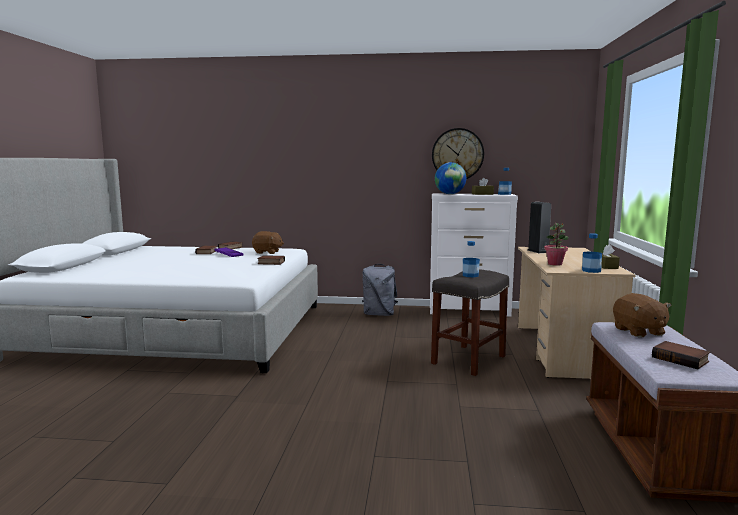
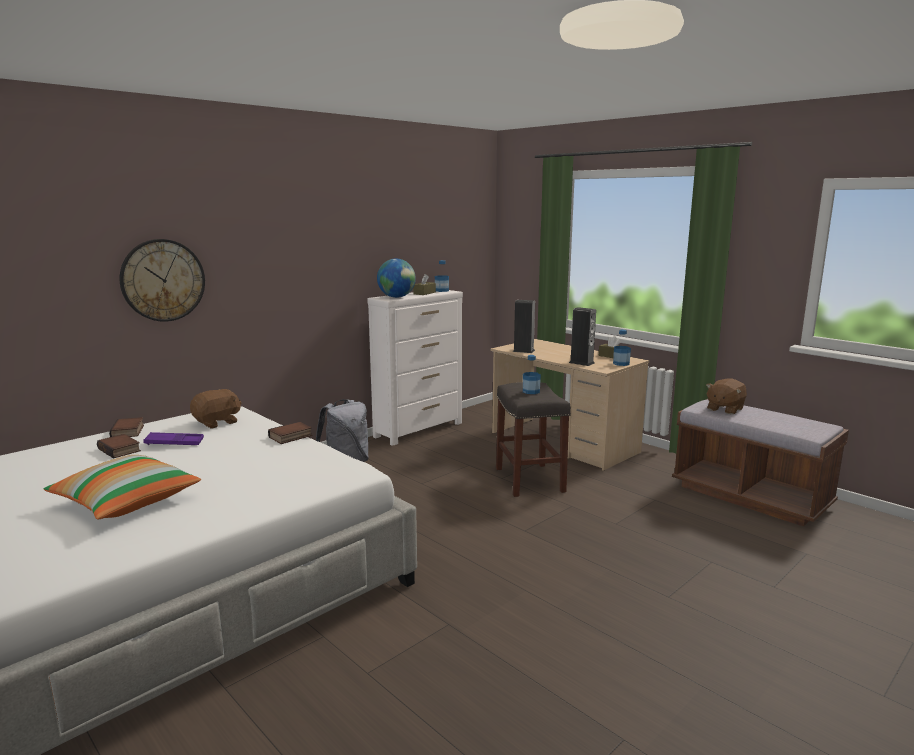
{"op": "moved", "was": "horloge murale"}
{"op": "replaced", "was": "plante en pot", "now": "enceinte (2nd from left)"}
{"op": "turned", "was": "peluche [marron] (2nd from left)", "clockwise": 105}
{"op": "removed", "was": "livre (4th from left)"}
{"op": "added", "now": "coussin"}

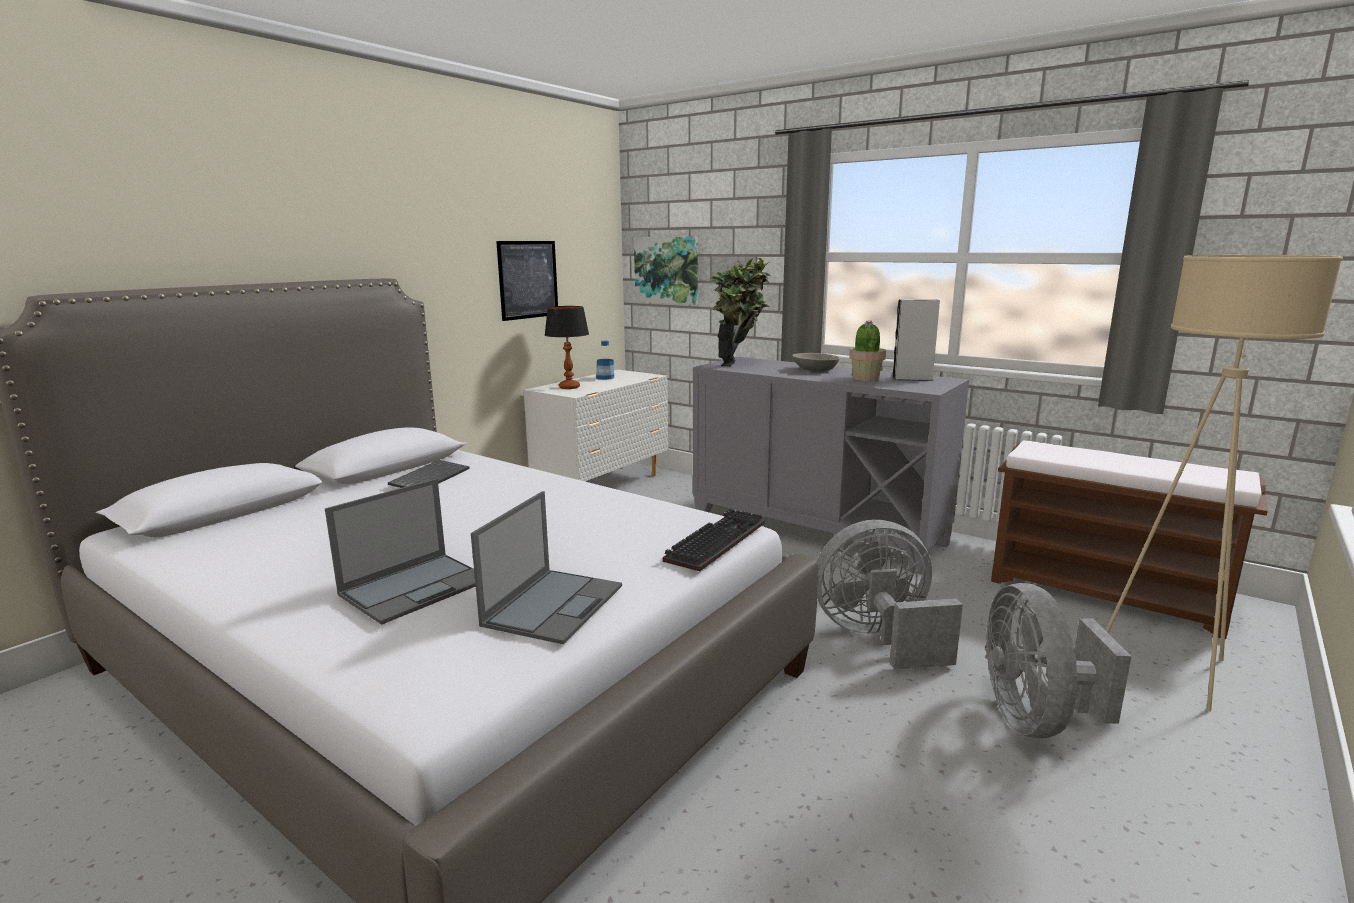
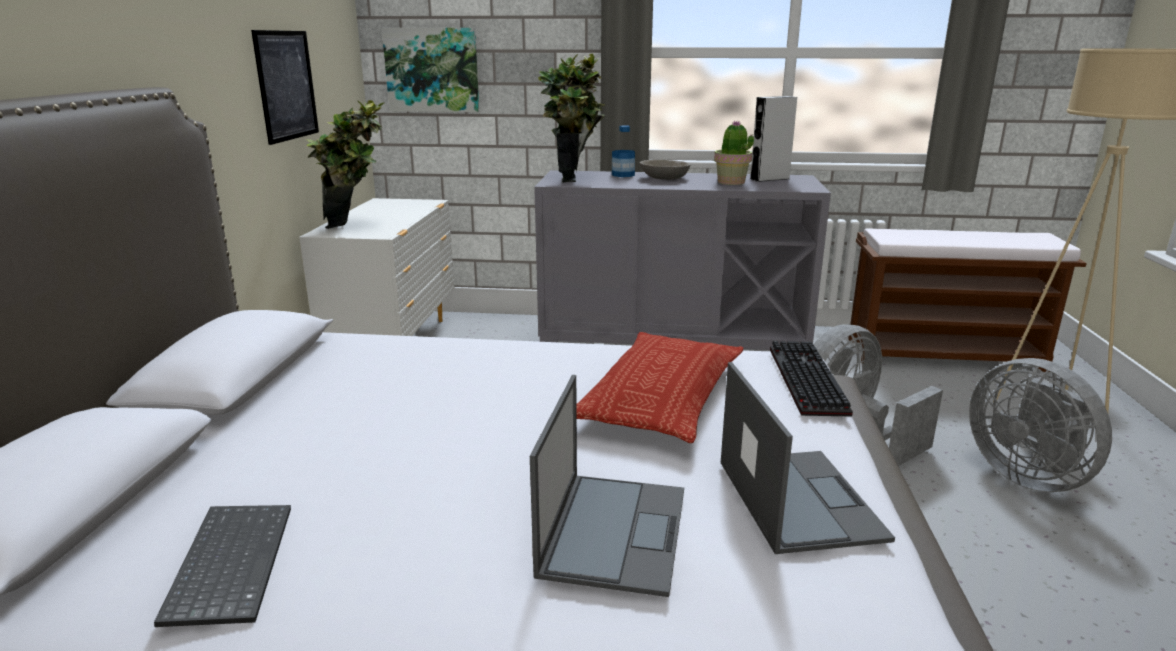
{"op": "moved", "was": "clavier (1st from left)"}
{"op": "replaced", "was": "lampe de table", "now": "plante en pot (1st from left)"}
{"op": "moved", "was": "bouteille"}
{"op": "added", "now": "coussin"}

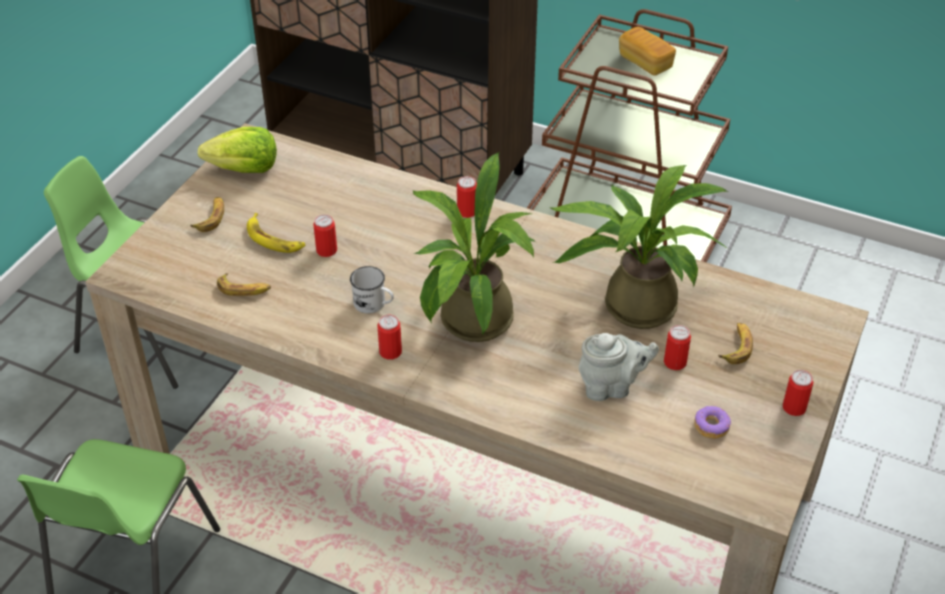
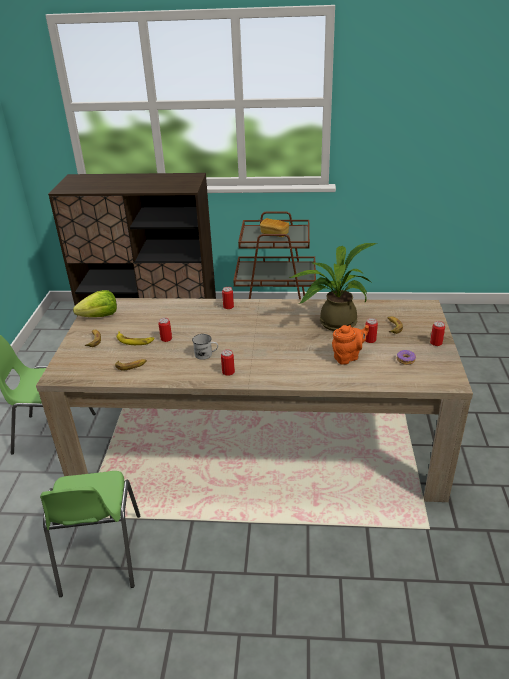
{"op": "removed", "was": "plante en pot (1st from left)"}
{"op": "recoloured", "was": "théière [gris]", "now": "théière [orange]"}

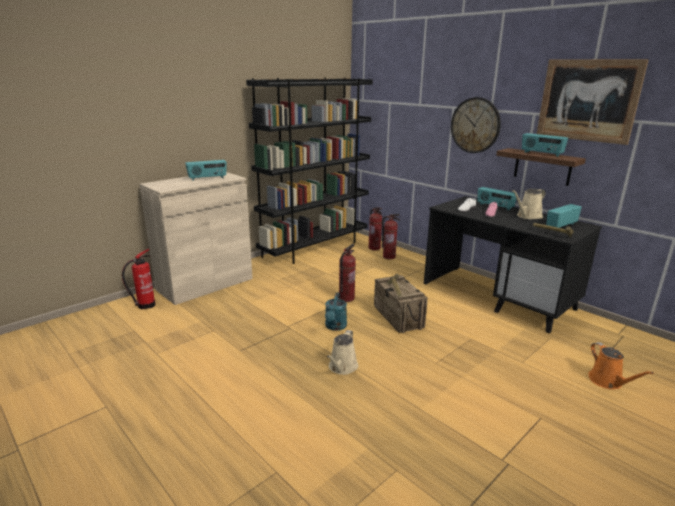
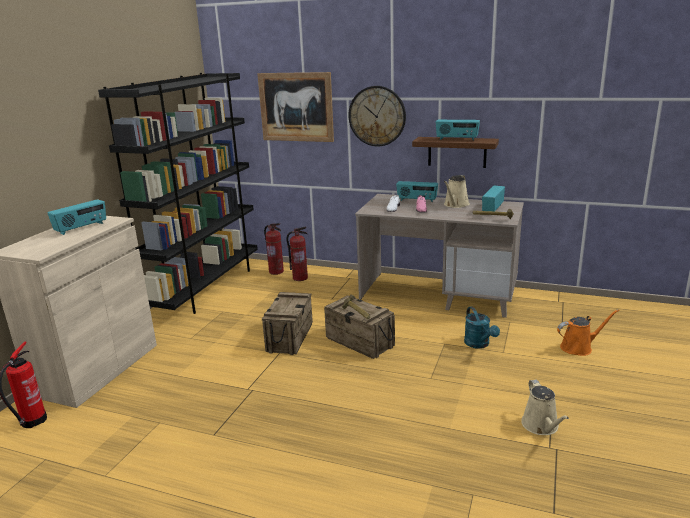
{"op": "moved", "was": "arrosoir [turquoise]"}
{"op": "moved", "was": "arrosoir [beige] (1st from left in the first image)", "now": "arrosoir [beige] (2nd from left)"}
{"op": "replaced", "was": "extincteur (2nd from left)", "now": "caisse (1st from left)"}
{"op": "recoloured", "was": "bureau [noir]", "now": "bureau [beige]"}
{"op": "moved", "was": "tableau"}
{"op": "turned", "was": "arrosoir [orange]", "clockwise": -60}

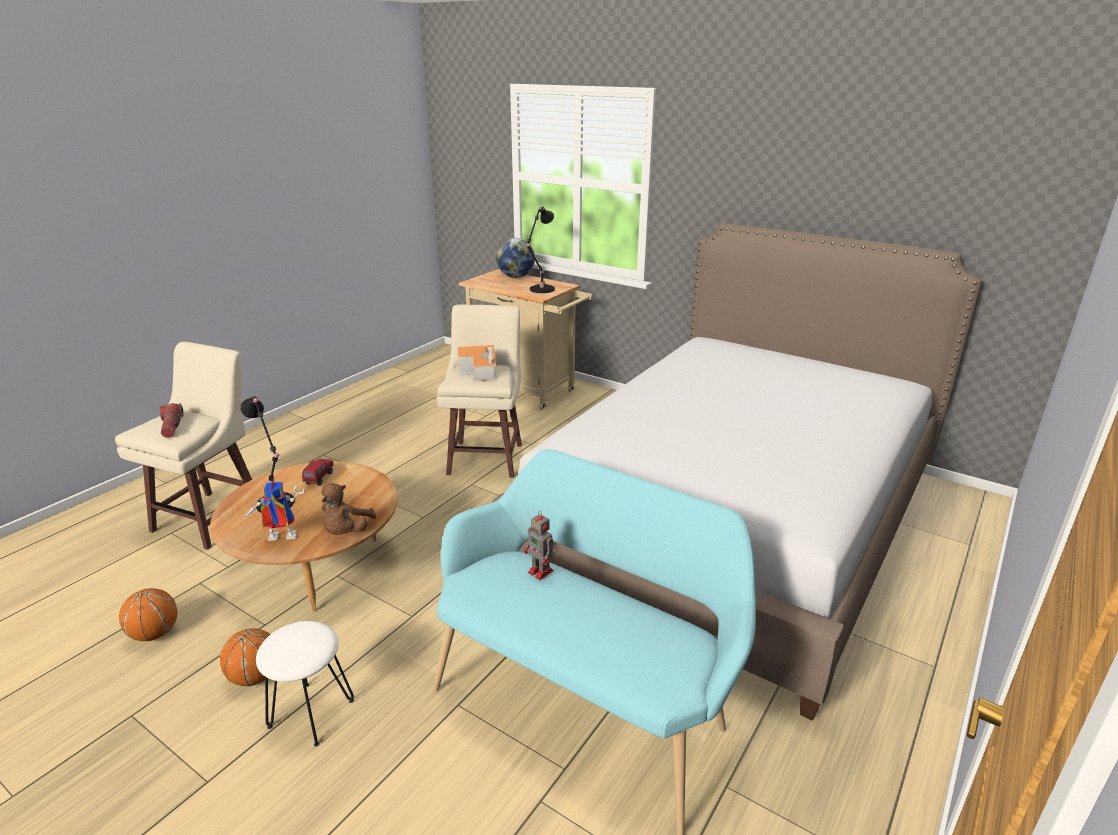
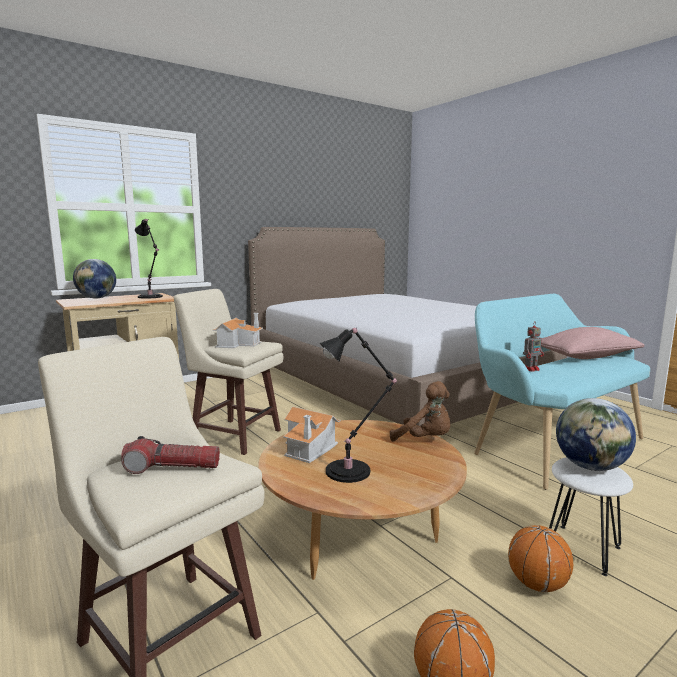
{"op": "removed", "was": "robot jouet (1st from left)"}
{"op": "replaced", "was": "camion jouet", "now": "maison miniature (2nd from left)"}
{"op": "added", "now": "coussin [rose]"}
{"op": "added", "now": "globe (2nd from left)"}

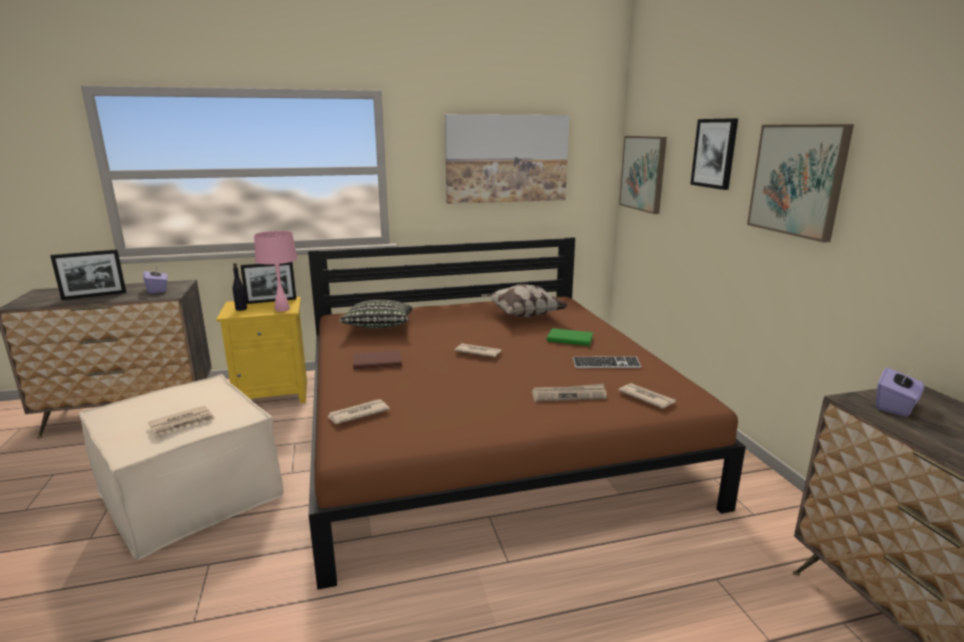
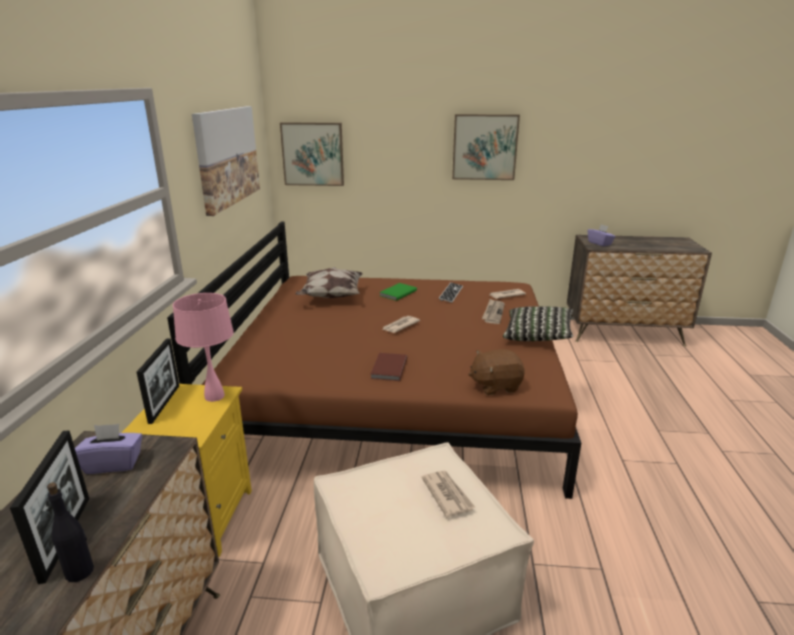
{"op": "moved", "was": "bouteille [noir]"}
{"op": "replaced", "was": "journal (2nd from left)", "now": "peluche [marron]"}
{"op": "moved", "was": "coussin (1st from left in the first image)", "now": "coussin (2nd from left)"}
{"op": "removed", "was": "tableau (3rd from left)"}

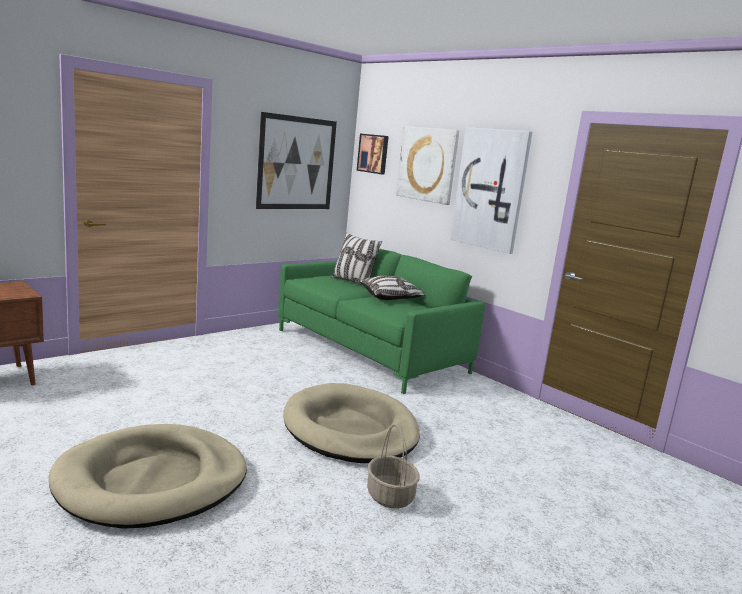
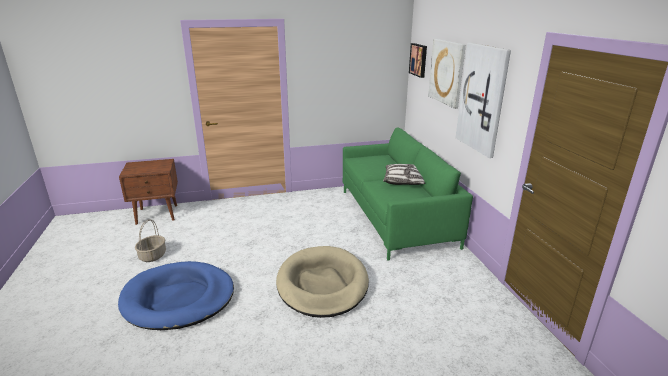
{"op": "recoloured", "was": "panier pour chien [beige] (1st from left)", "now": "panier pour chien [bleu]"}
{"op": "removed", "was": "tableau (1st from left)"}
{"op": "removed", "was": "coussin (1st from left)"}
{"op": "moved", "was": "panier"}

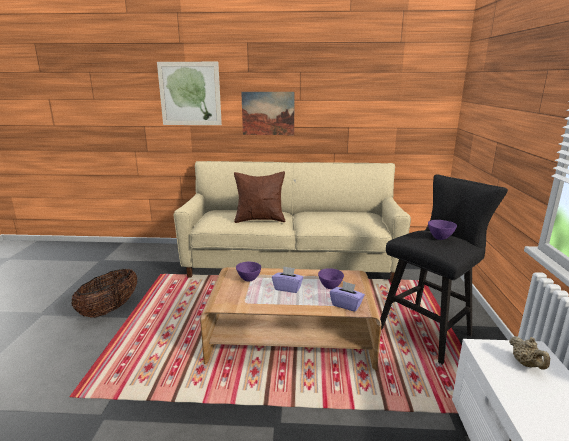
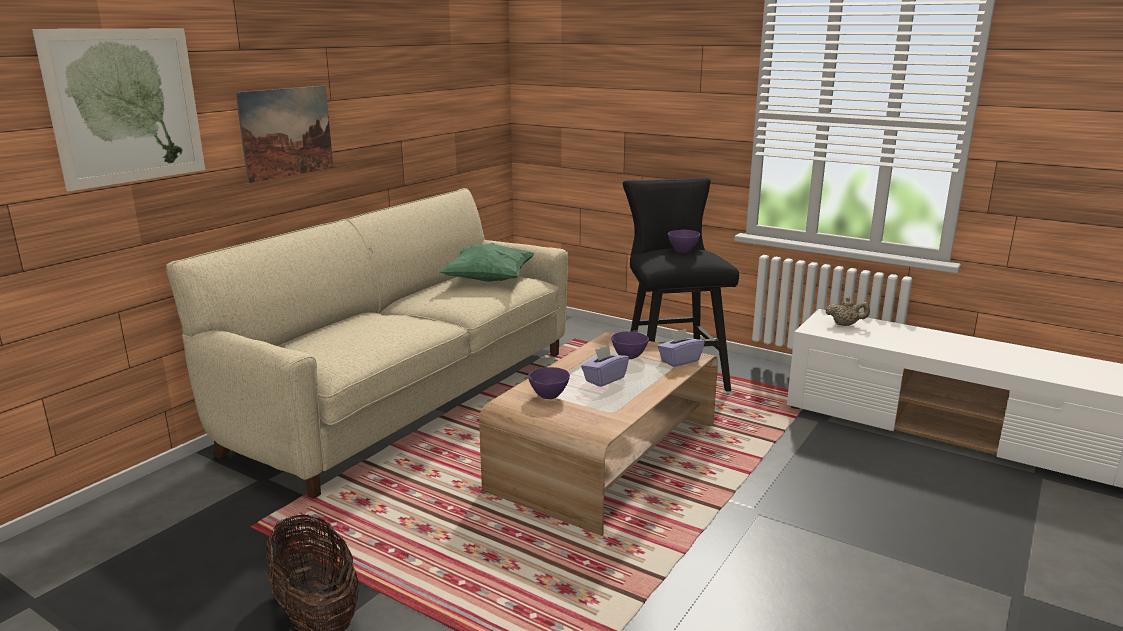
{"op": "removed", "was": "coussin [marron]"}
{"op": "added", "now": "coussin [vert]"}

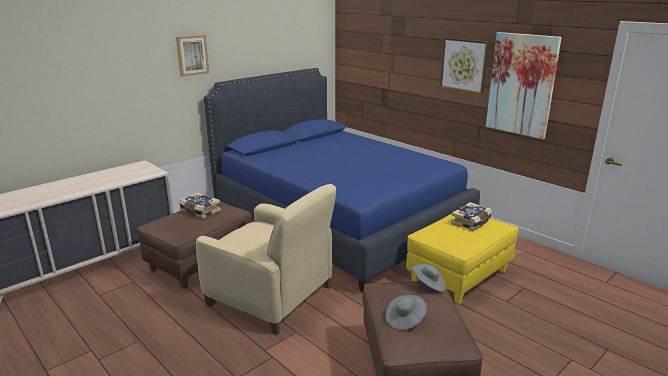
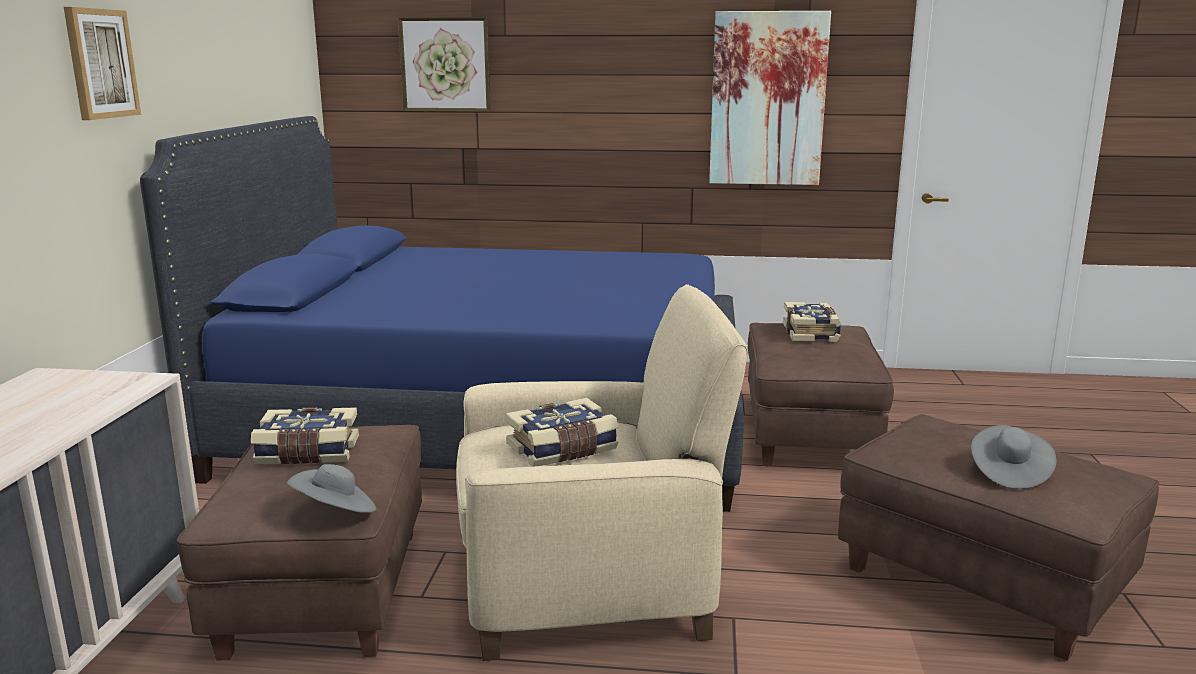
{"op": "recoloured", "was": "pouf [jaune]", "now": "pouf [marron] (2nd from left)"}
{"op": "moved", "was": "chapeau [gris] (2nd from left in the first image)", "now": "chapeau [gris] (1st from left)"}
{"op": "moved", "was": "tableau (2nd from left)"}
{"op": "added", "now": "livre (2nd from left)"}

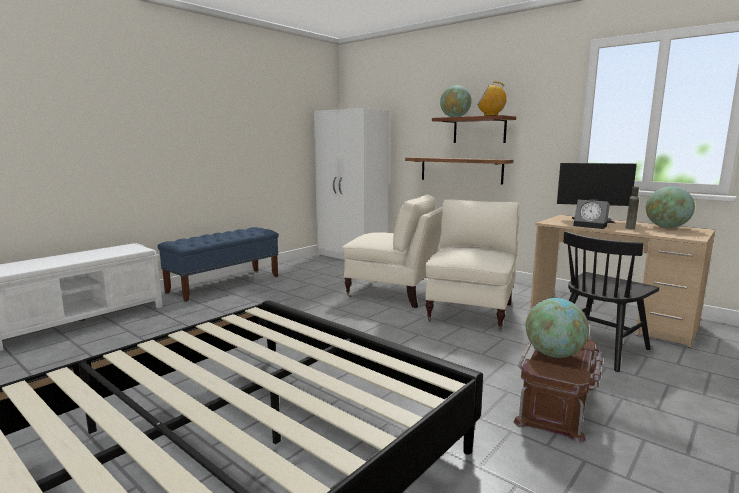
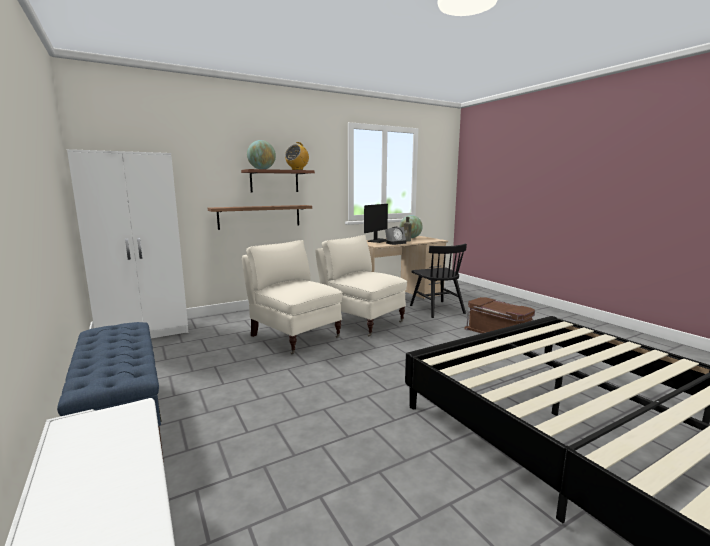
{"op": "turned", "was": "fauteuil [beige] (1st from left)", "clockwise": -90}
{"op": "removed", "was": "globe (2nd from left)"}

